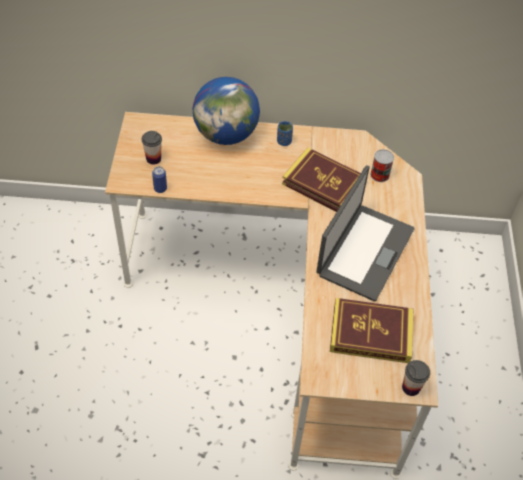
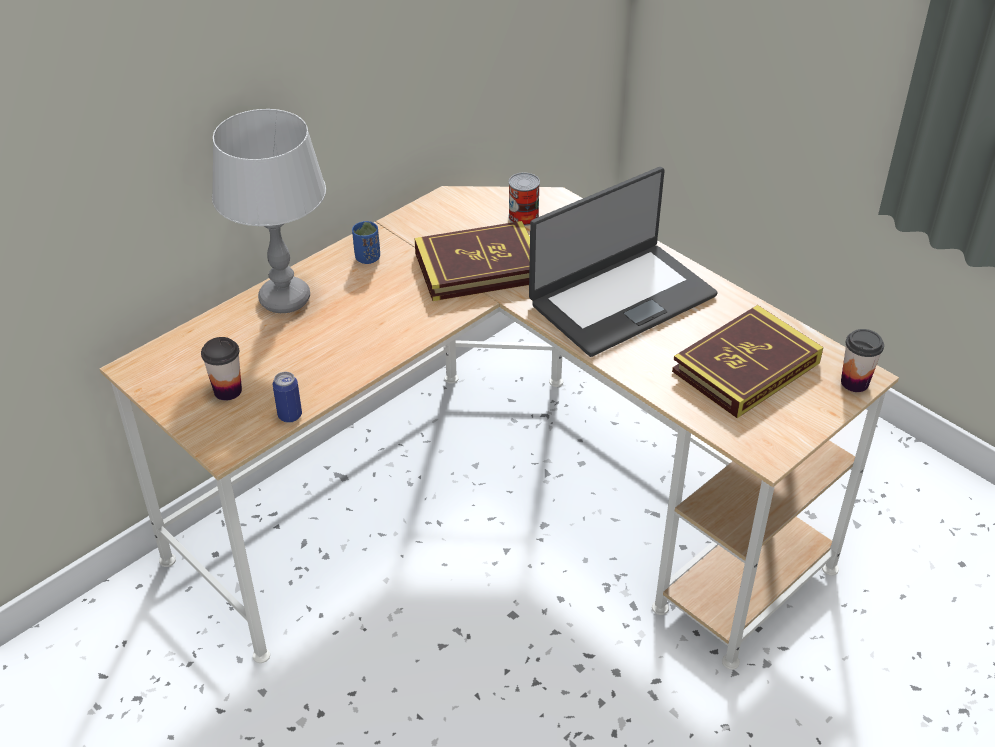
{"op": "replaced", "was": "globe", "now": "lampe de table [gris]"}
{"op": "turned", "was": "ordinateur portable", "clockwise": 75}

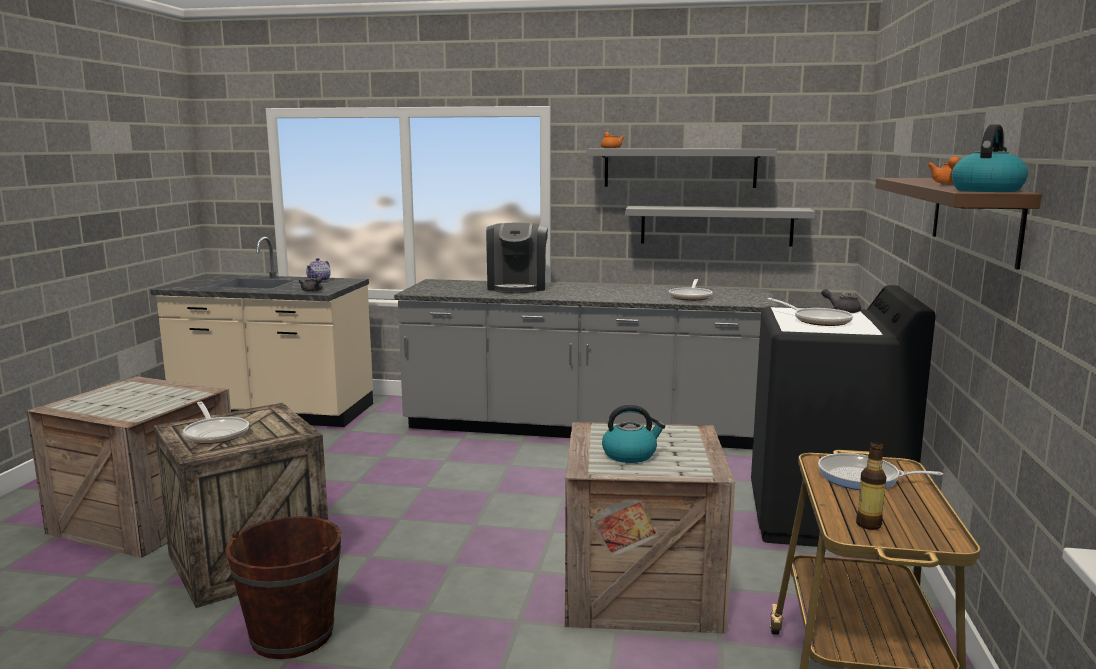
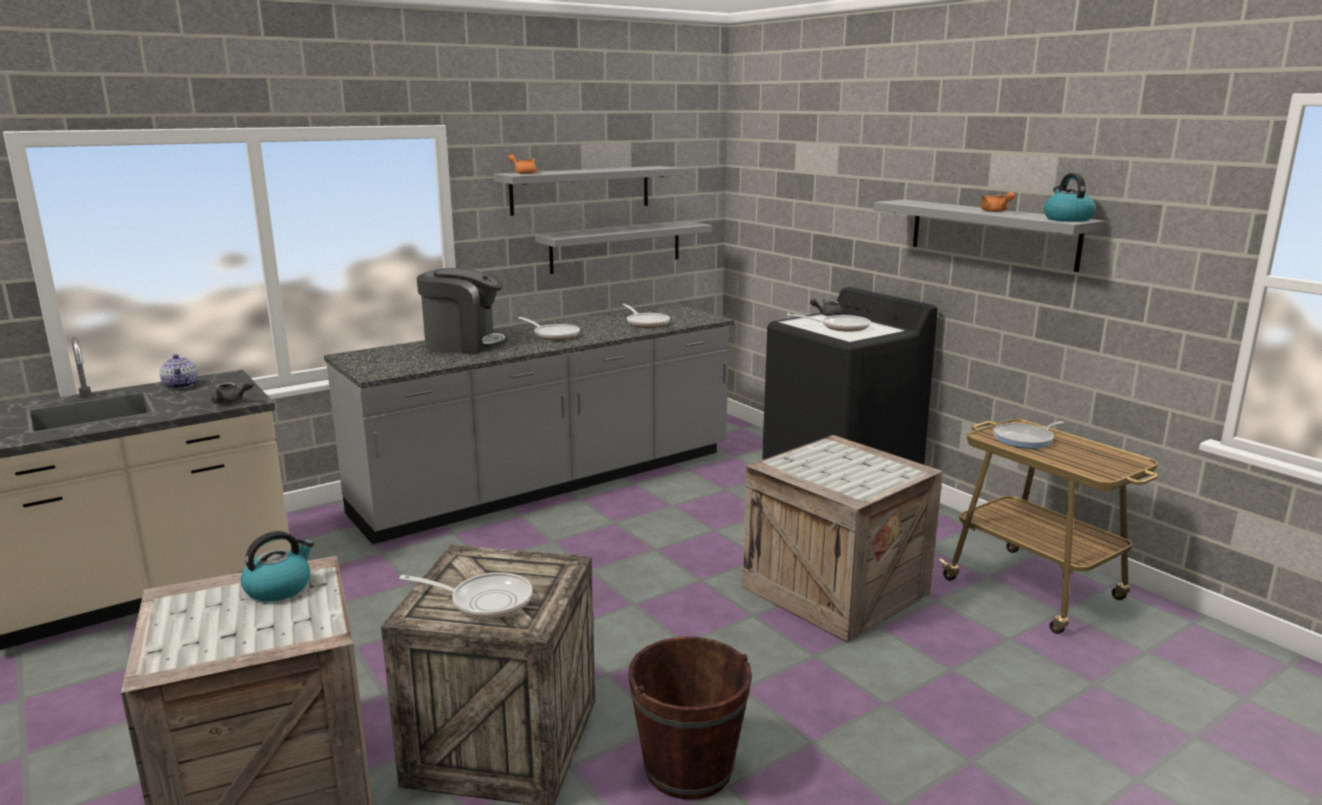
{"op": "turned", "was": "machine à café", "clockwise": -45}
{"op": "moved", "was": "bouilloire (1st from left)"}
{"op": "removed", "was": "bouteille"}
{"op": "recoloured", "was": "étagère [marron]", "now": "étagère [gris] (3rd from left)"}
{"op": "added", "now": "poêle (2nd from left)"}

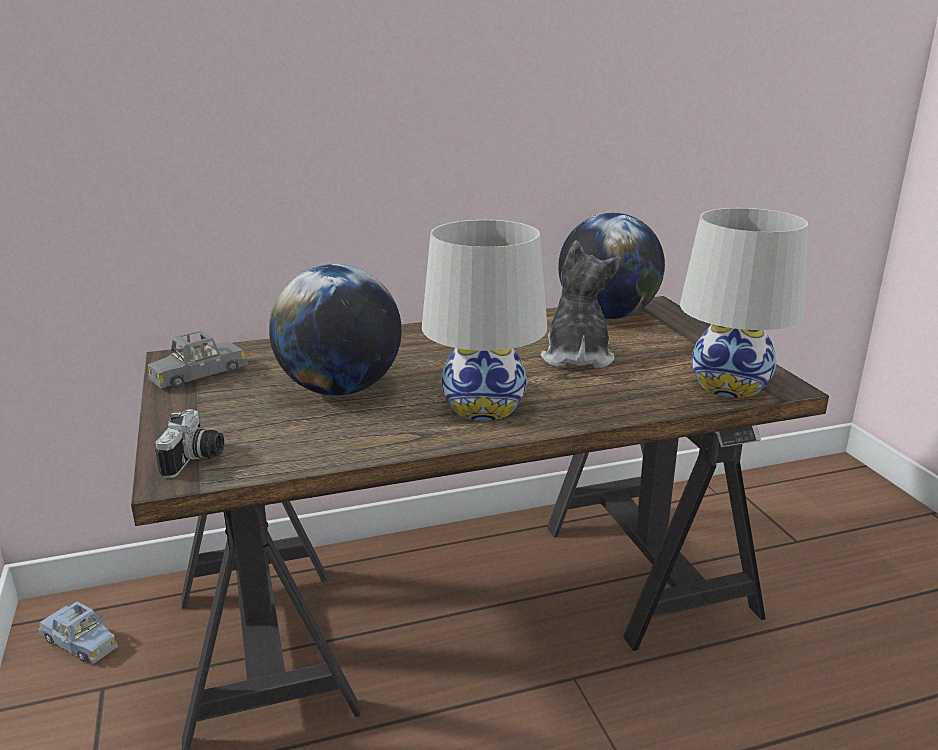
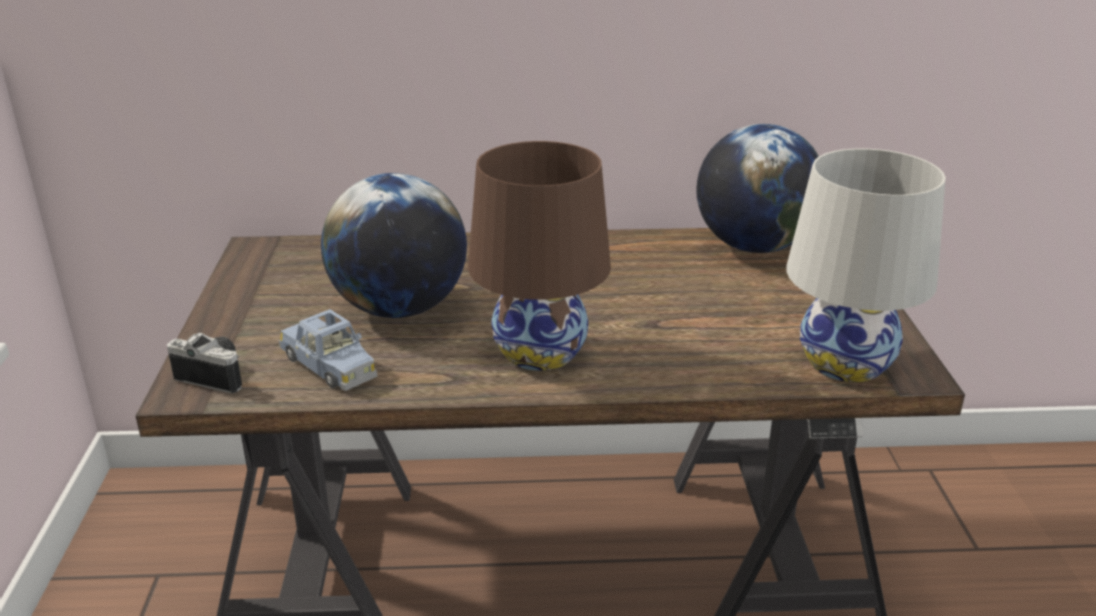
{"op": "moved", "was": "petite voiture [bleu]"}
{"op": "removed", "was": "petite voiture [gris]"}
{"op": "turned", "was": "appareil photo", "clockwise": -90}
{"op": "recoloured", "was": "lampe de table [blanc] (1st from left)", "now": "lampe de table [marron]"}
{"op": "removed", "was": "peluche"}

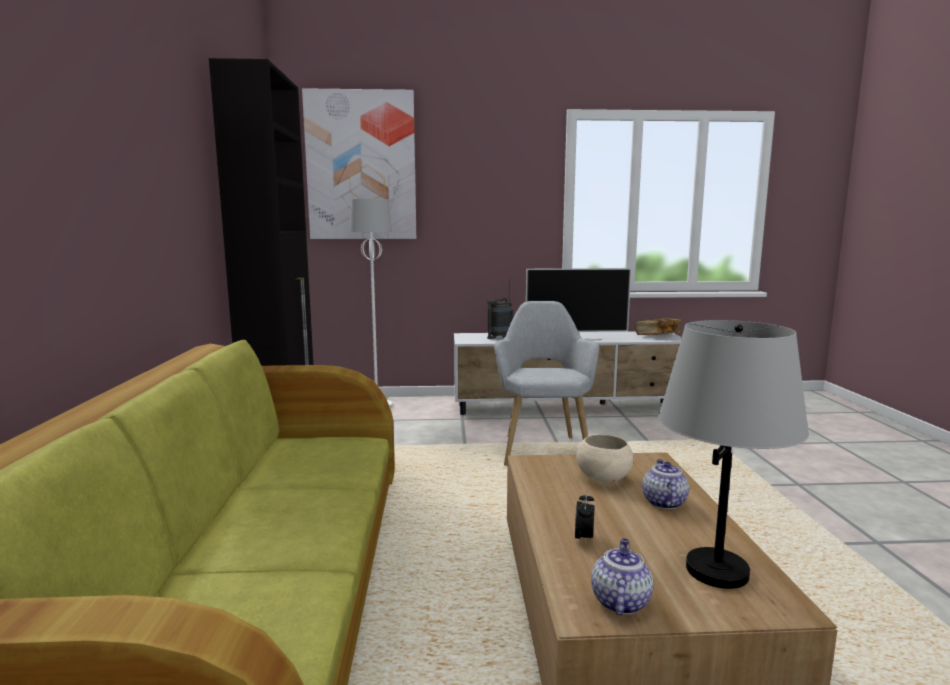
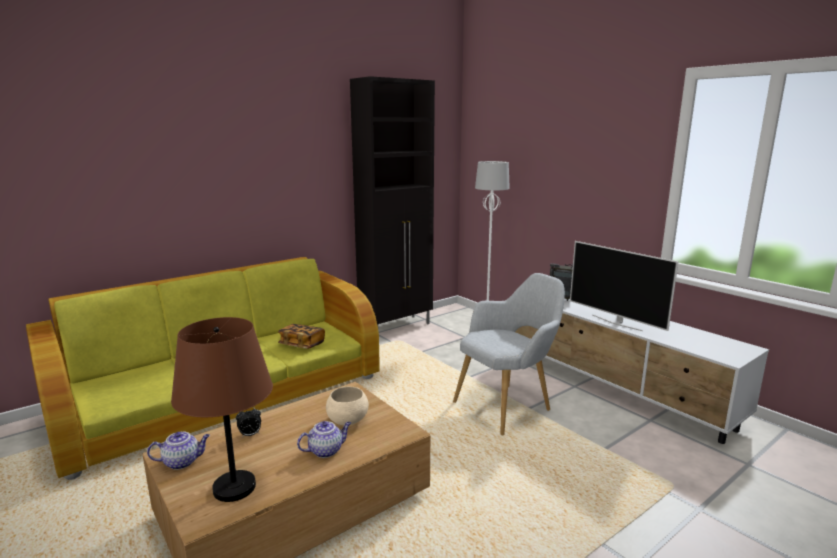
{"op": "removed", "was": "tableau"}
{"op": "moved", "was": "livre"}
{"op": "recoloured", "was": "lampe de table [gris]", "now": "lampe de table [marron]"}

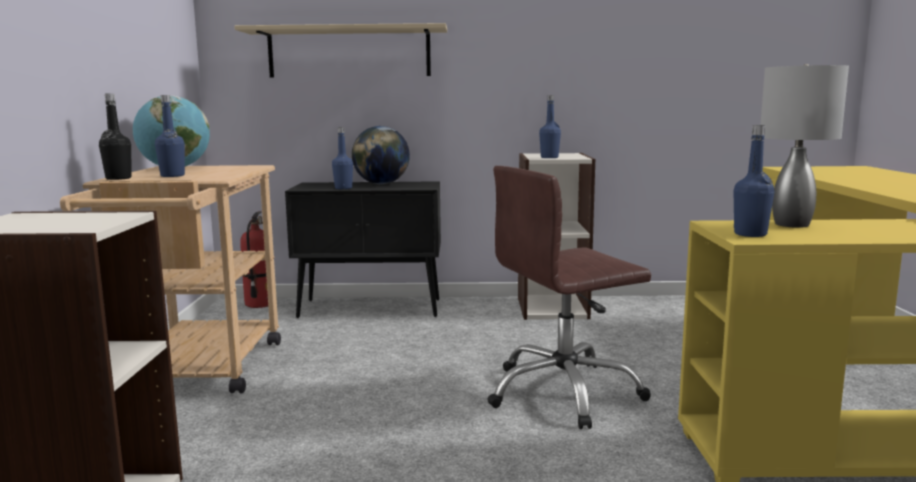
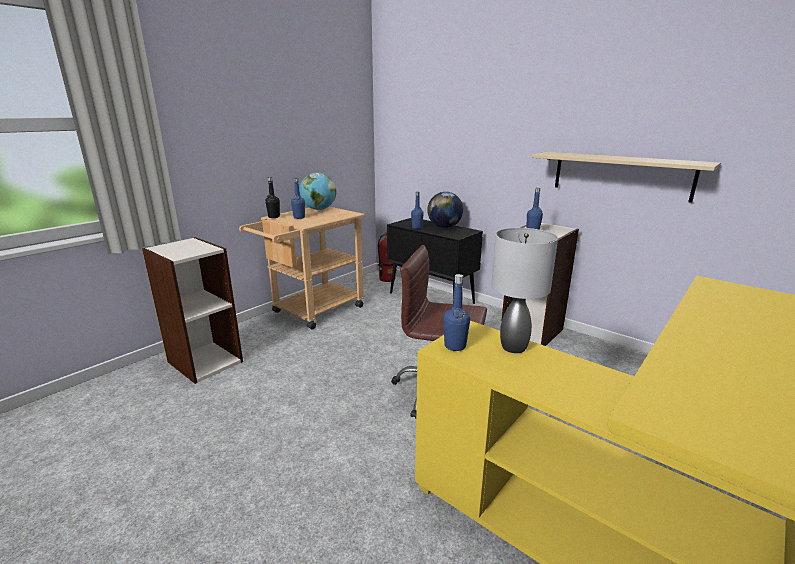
{"op": "moved", "was": "étagère [beige]"}

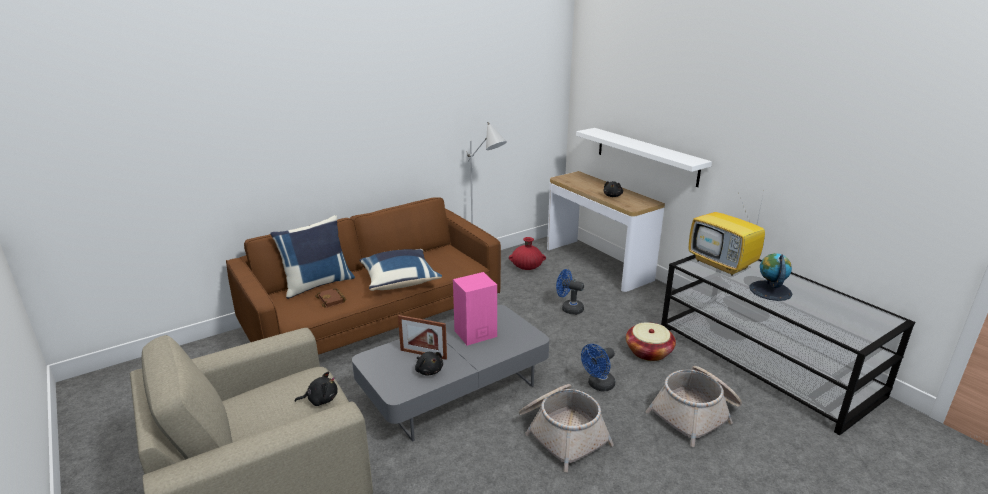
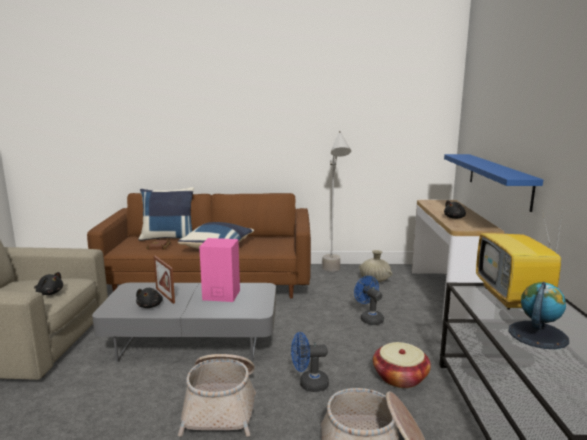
{"op": "recoloured", "was": "vase [rouge]", "now": "vase [beige]"}
{"op": "recoloured", "was": "étagère [blanc]", "now": "étagère [bleu]"}

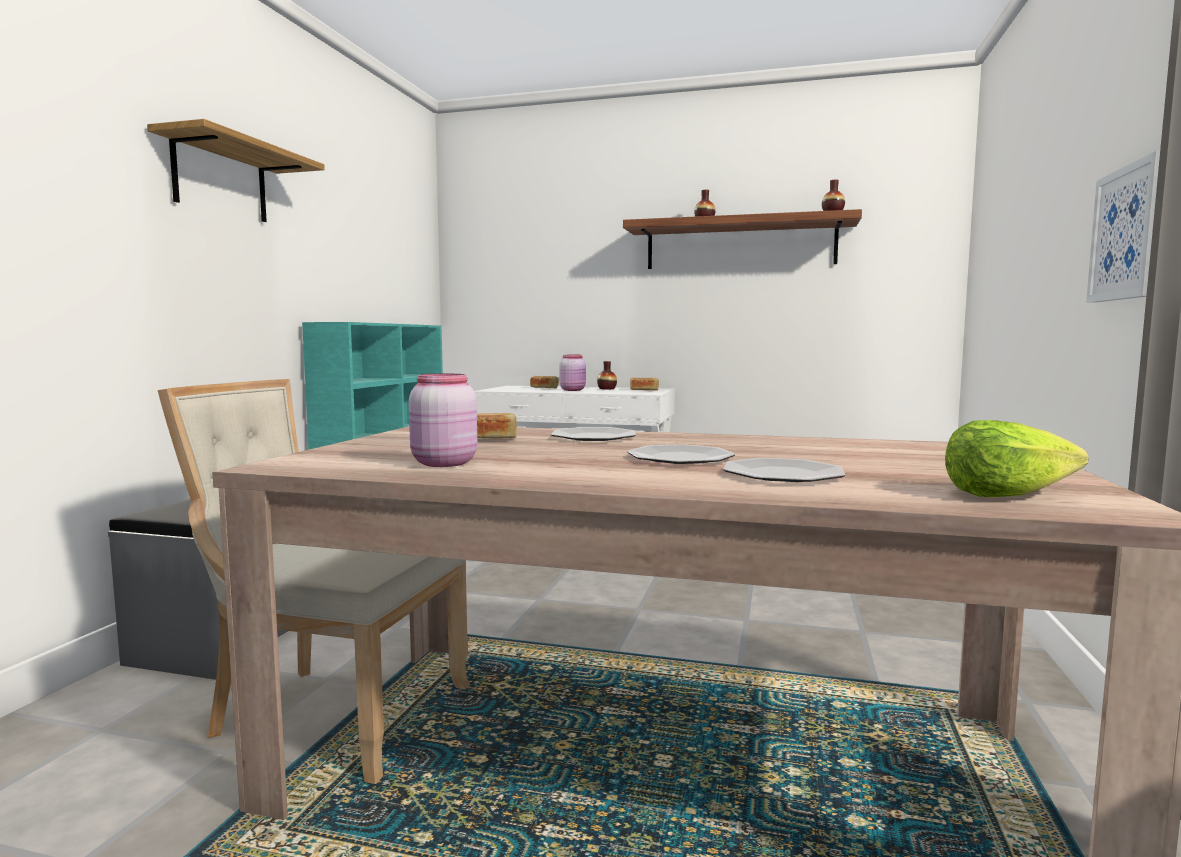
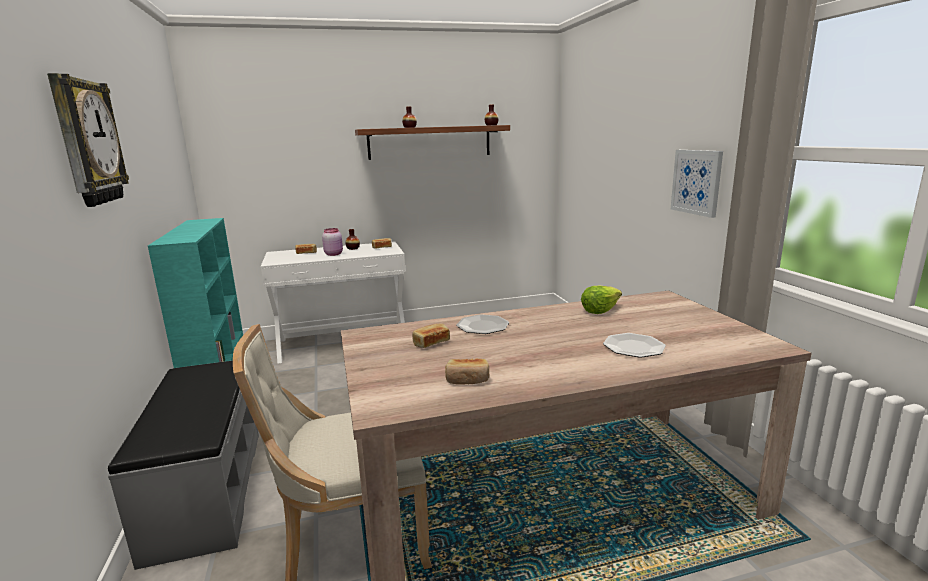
{"op": "replaced", "was": "étagère (1st from left)", "now": "horloge murale"}
{"op": "replaced", "was": "bocal [rose] (1st from left)", "now": "pain (4th from left)"}
{"op": "removed", "was": "assiette (2nd from left)"}
{"op": "moved", "was": "laitue"}

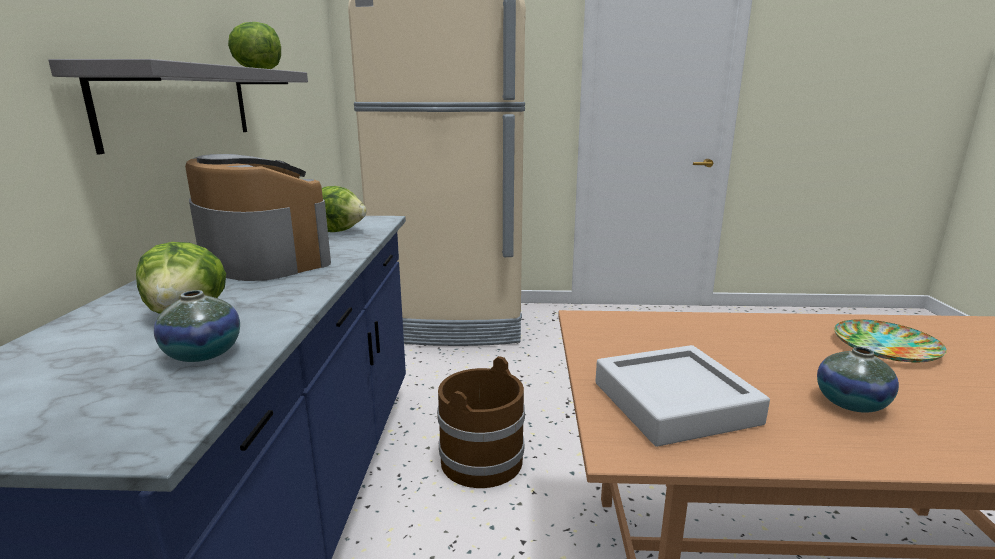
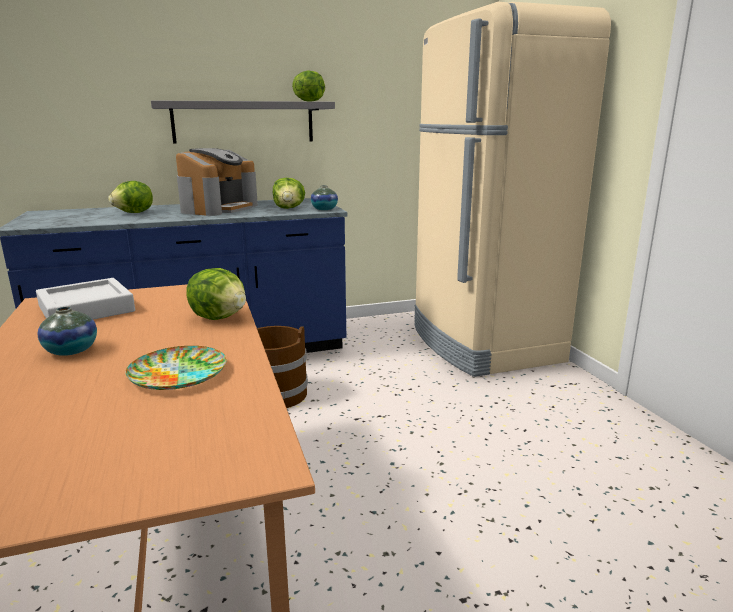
{"op": "moved", "was": "vase (1st from left in the first image)", "now": "vase (2nd from left)"}
{"op": "added", "now": "laitue (2nd from left)"}

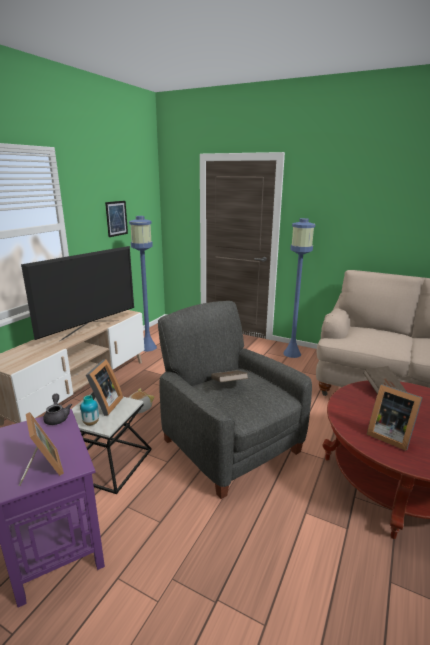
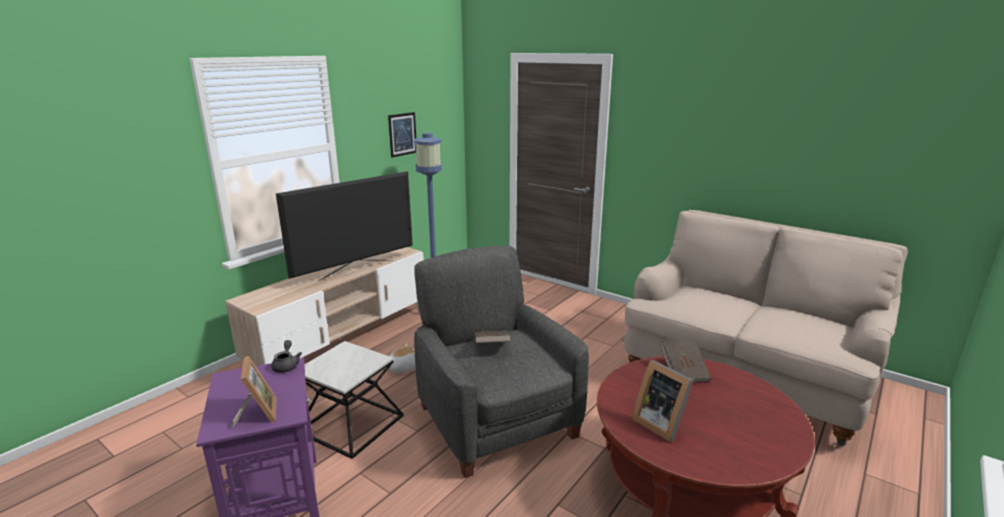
{"op": "removed", "was": "cadre photo (2nd from left)"}
{"op": "removed", "was": "vase"}
{"op": "removed", "was": "lampadaire [bleu] (2nd from left)"}

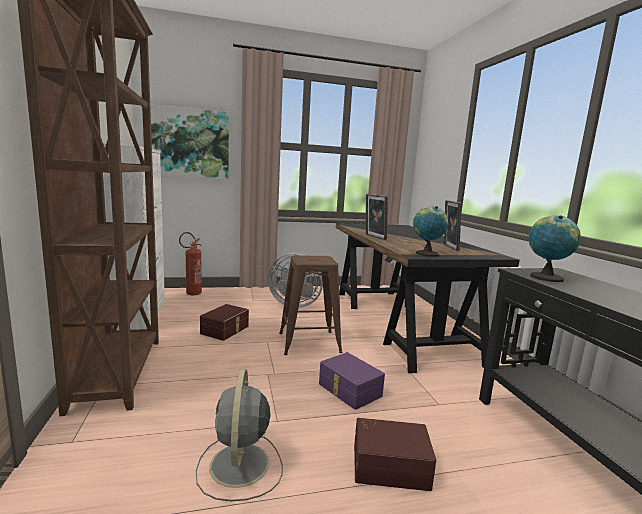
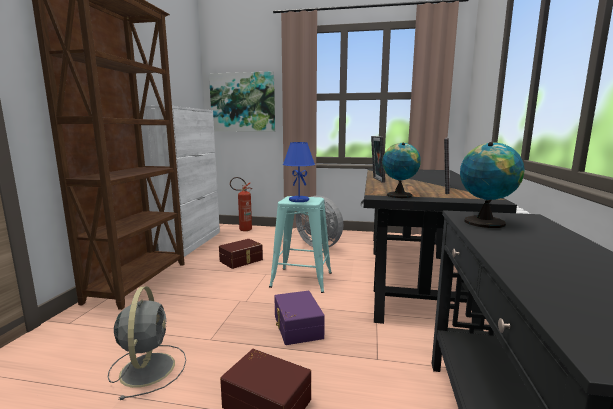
{"op": "turned", "was": "ventilateur [gris] (1st from left)", "clockwise": 150}
{"op": "recoloured", "was": "tabouret [marron]", "now": "tabouret [turquoise]"}
{"op": "added", "now": "lampe de table [bleu]"}

